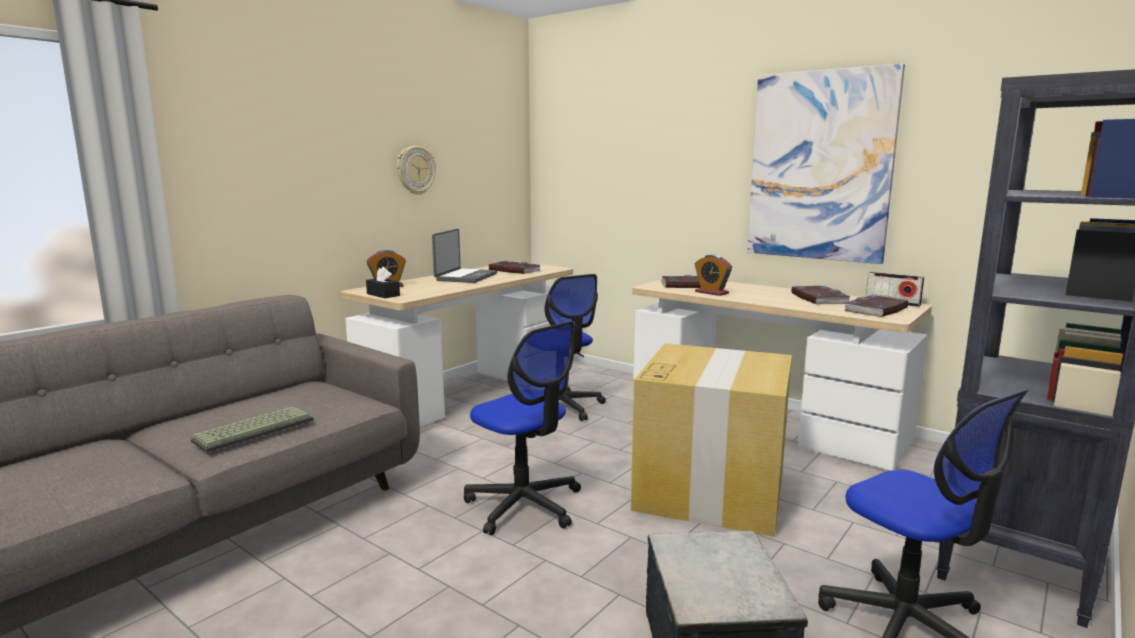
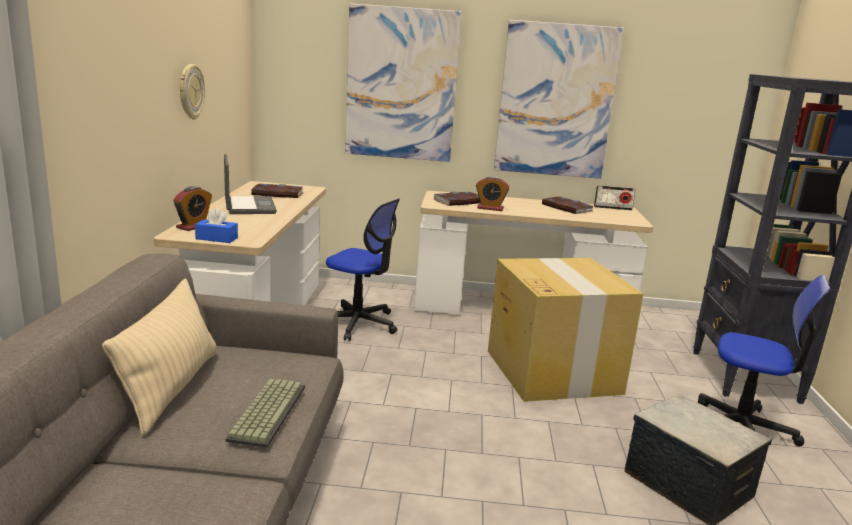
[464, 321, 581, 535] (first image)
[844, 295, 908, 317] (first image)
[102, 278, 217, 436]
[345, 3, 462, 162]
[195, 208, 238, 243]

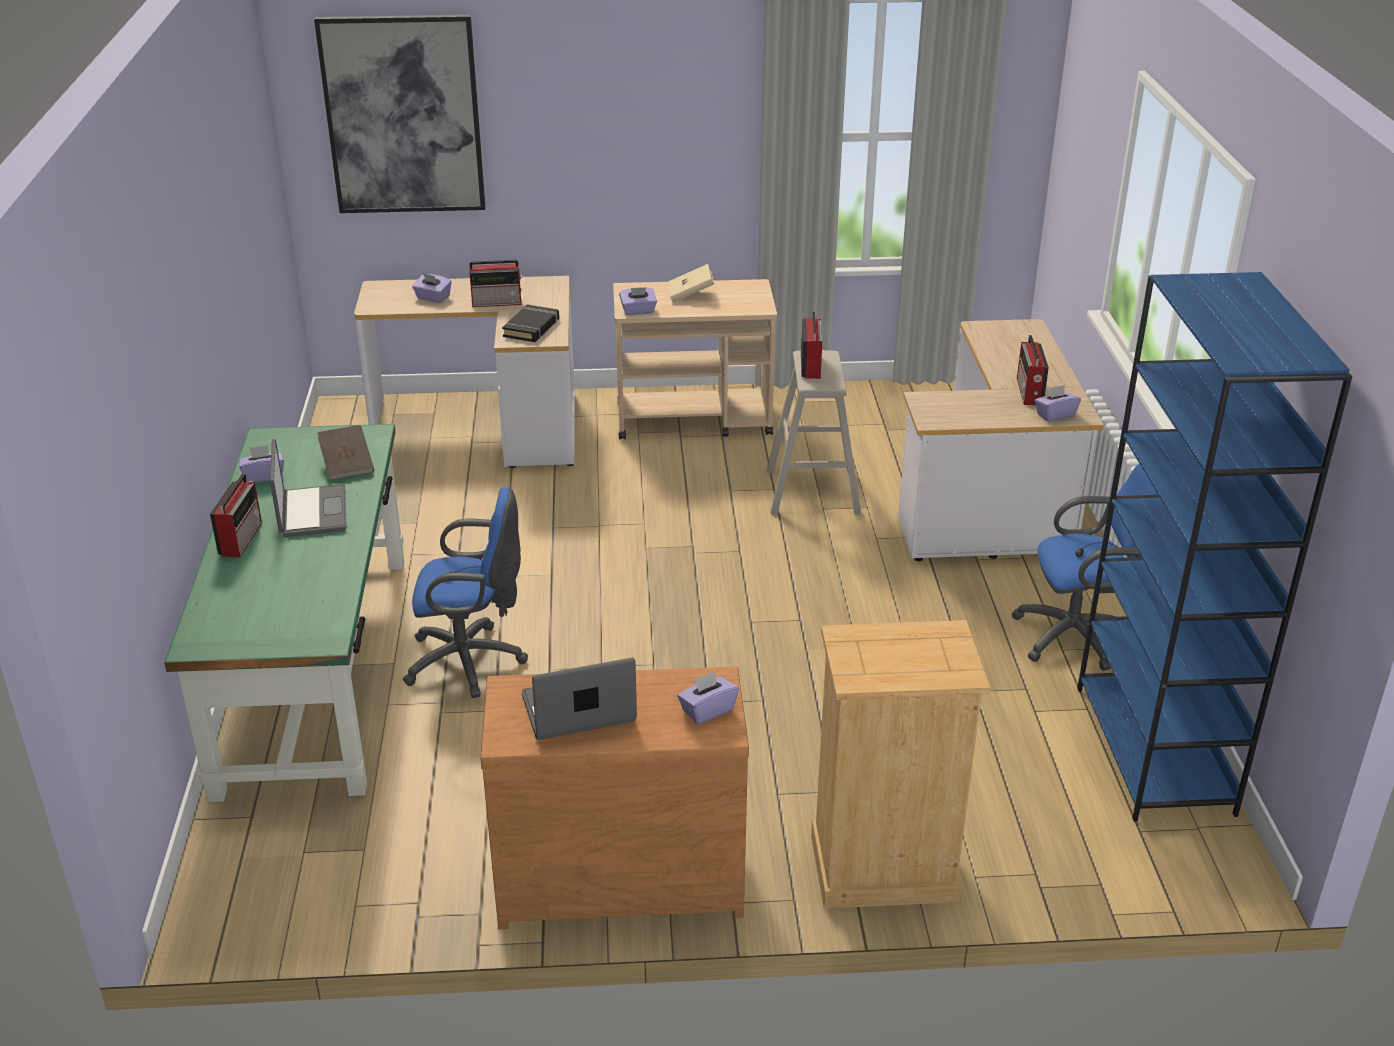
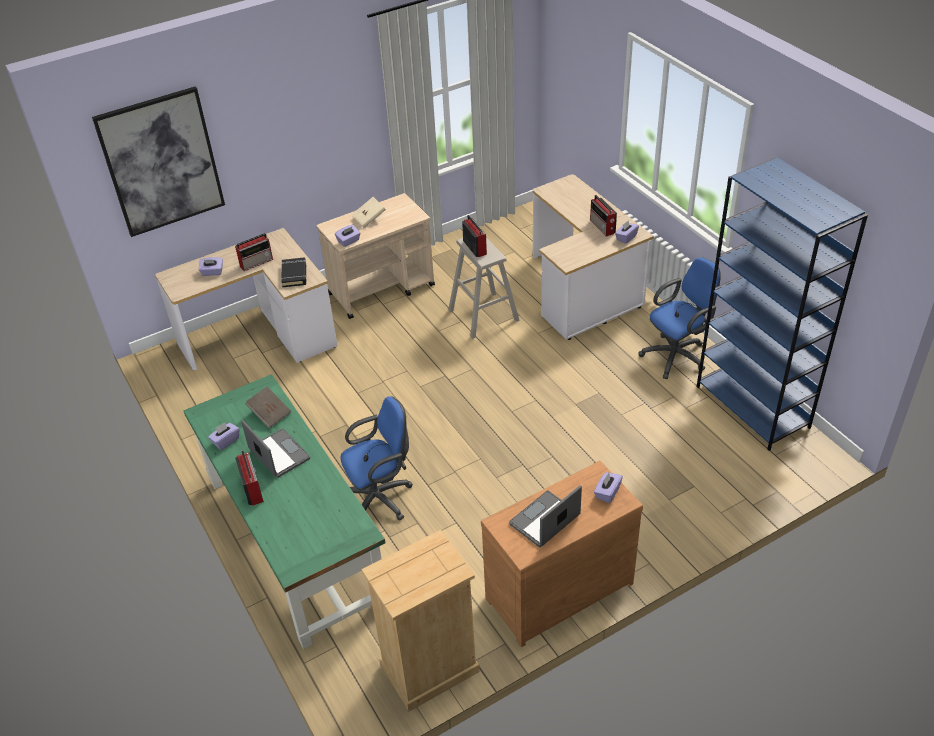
[361, 530, 480, 712]

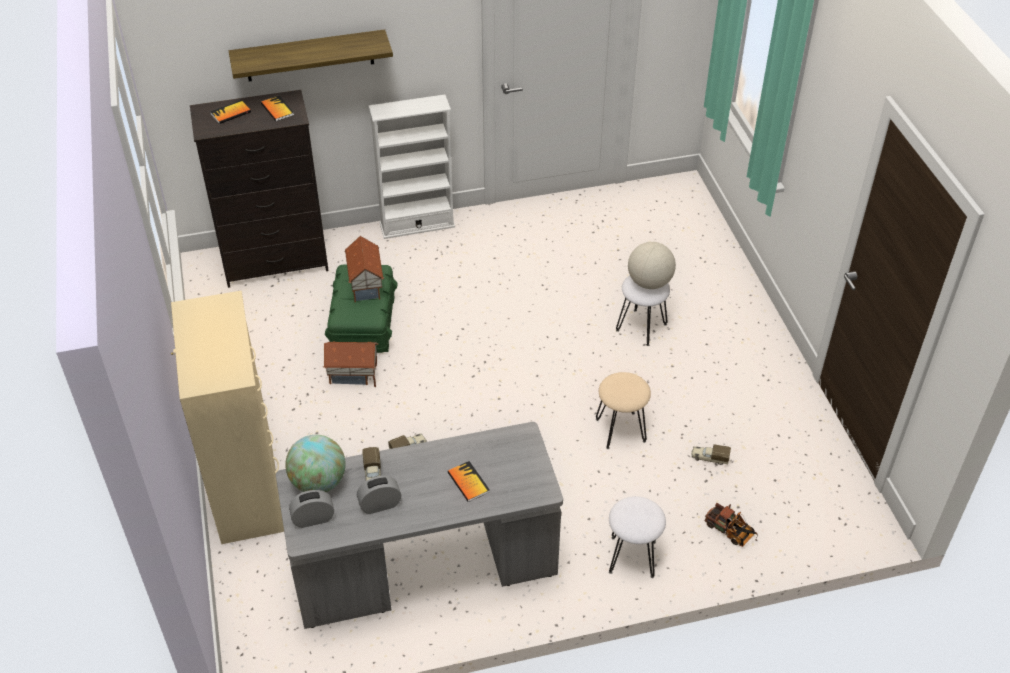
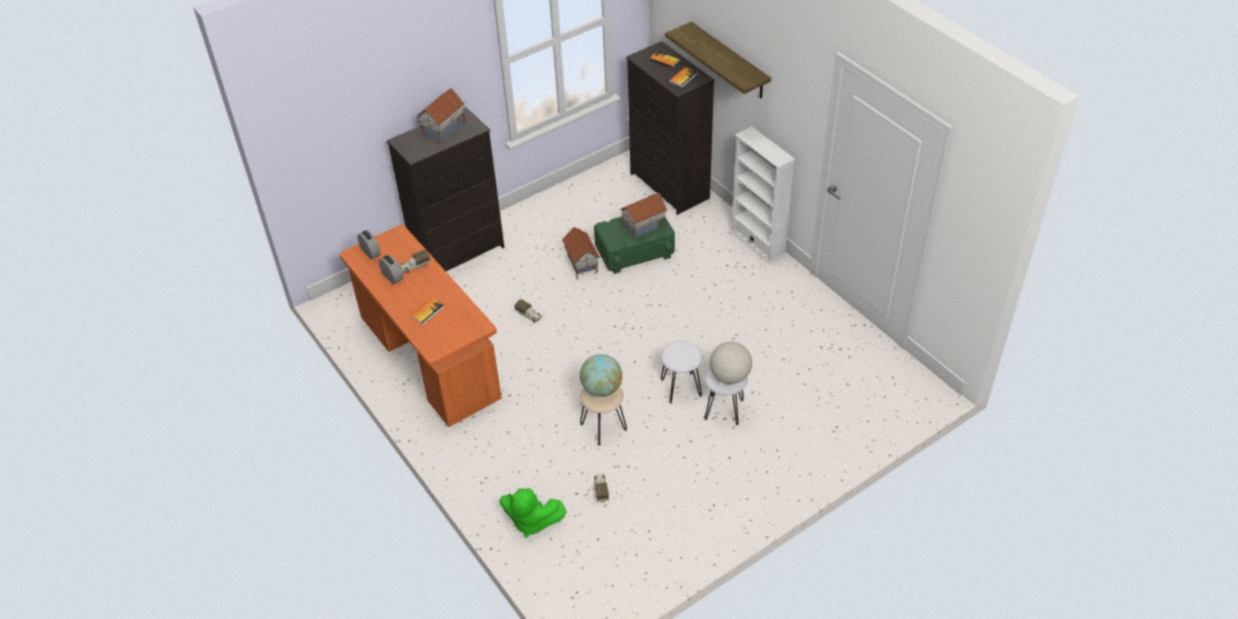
[417, 88, 466, 143]
[580, 354, 622, 397]
[661, 340, 703, 403]
[500, 488, 567, 537]
[387, 107, 504, 271]
[340, 225, 502, 427]

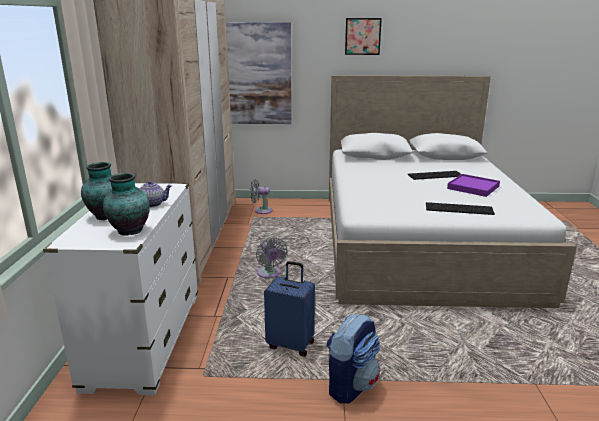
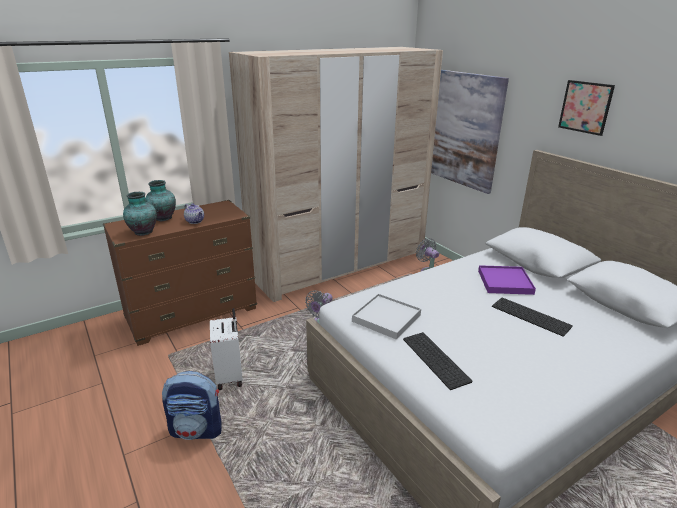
[352, 294, 421, 340]
[478, 265, 536, 295]
[103, 200, 257, 346]
[210, 308, 243, 390]

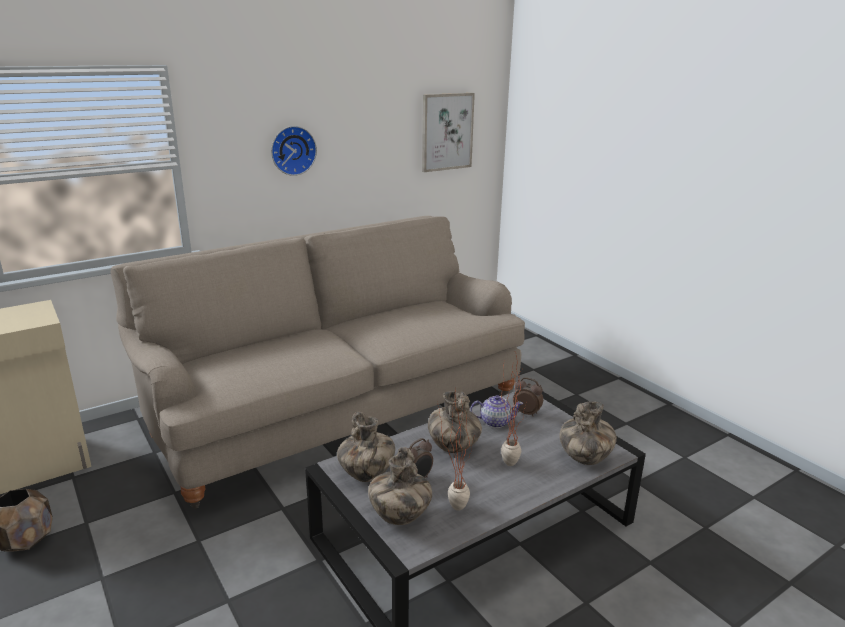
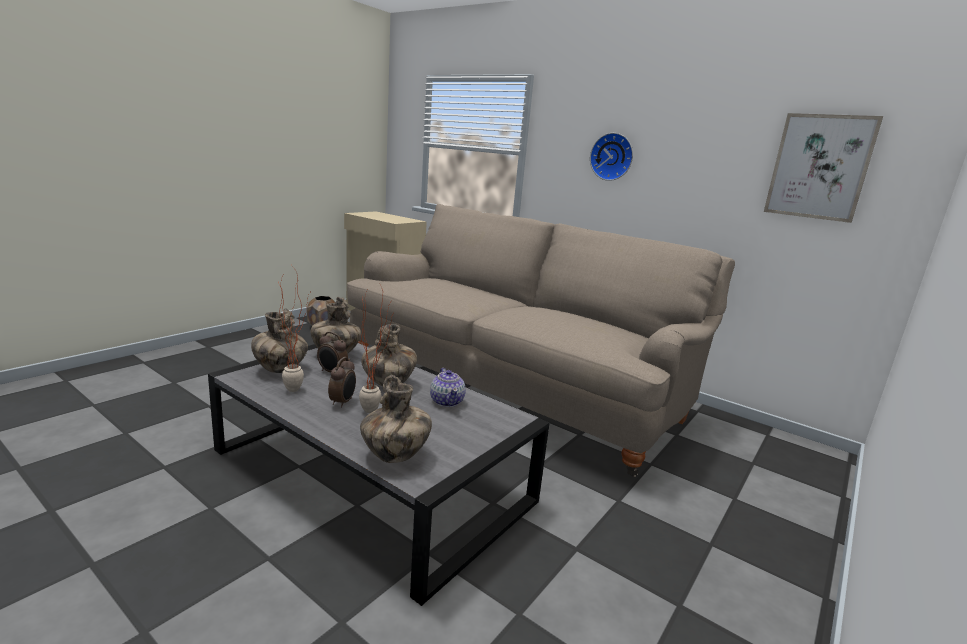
[328, 357, 356, 408]

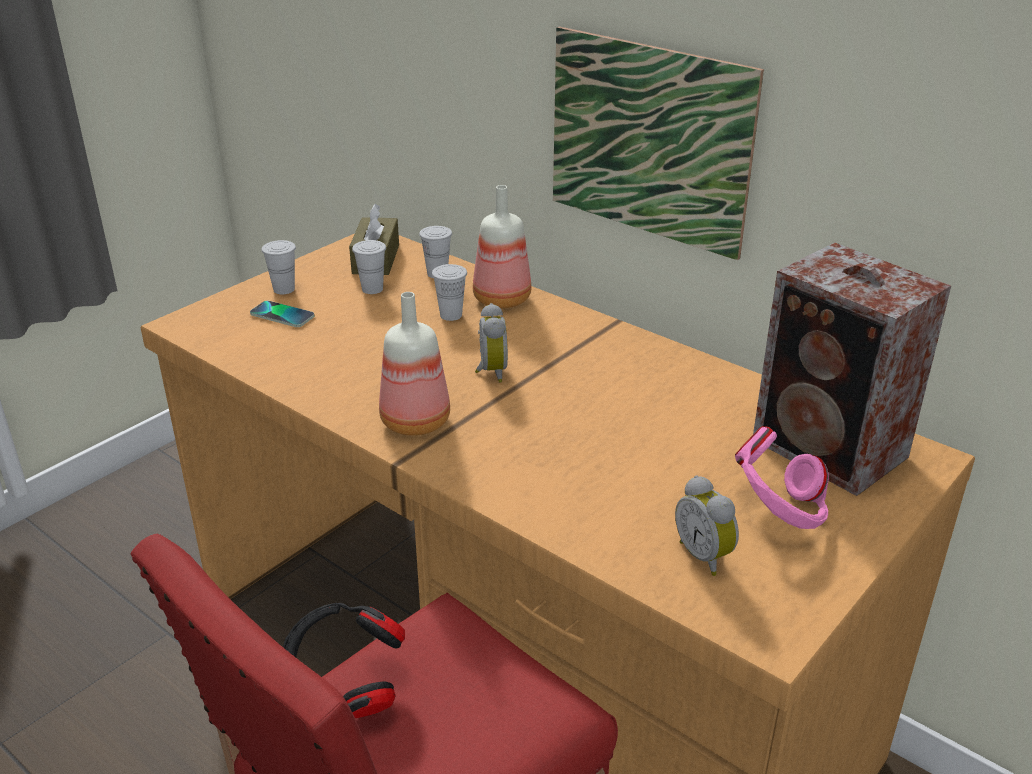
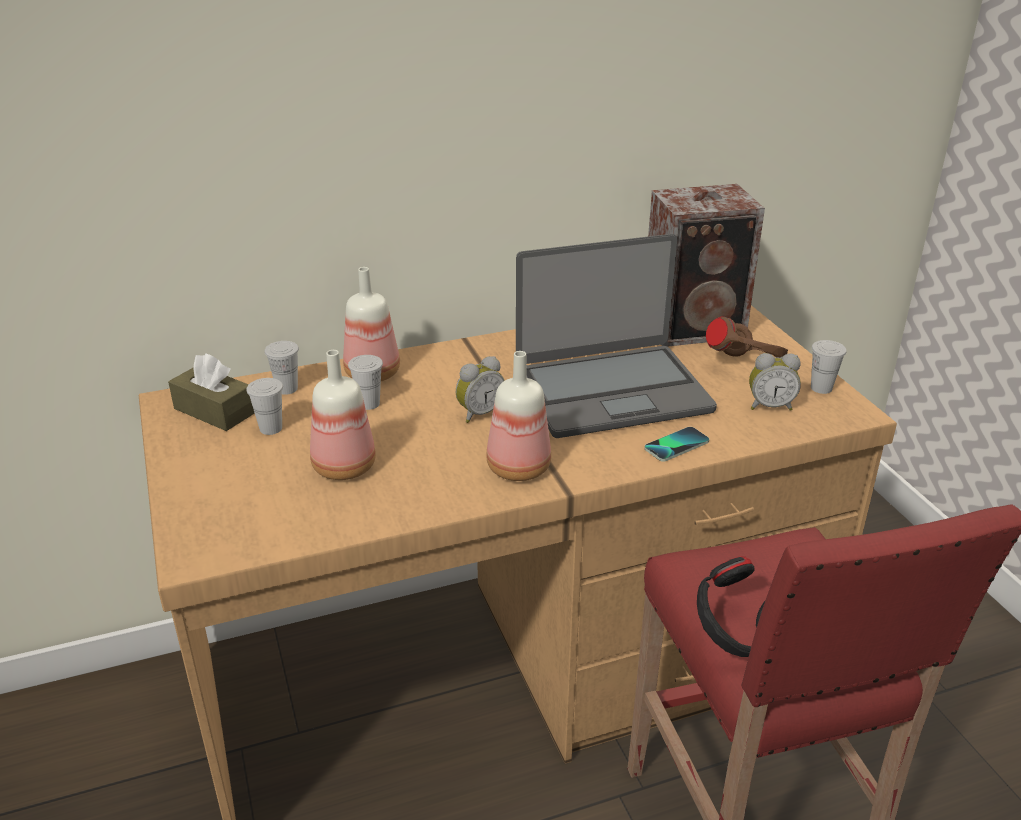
[553, 26, 764, 260] (first image)
[310, 350, 376, 480]
[516, 234, 717, 438]
[644, 427, 709, 462]
[811, 340, 847, 394]
[706, 317, 788, 358]
[456, 356, 505, 423]

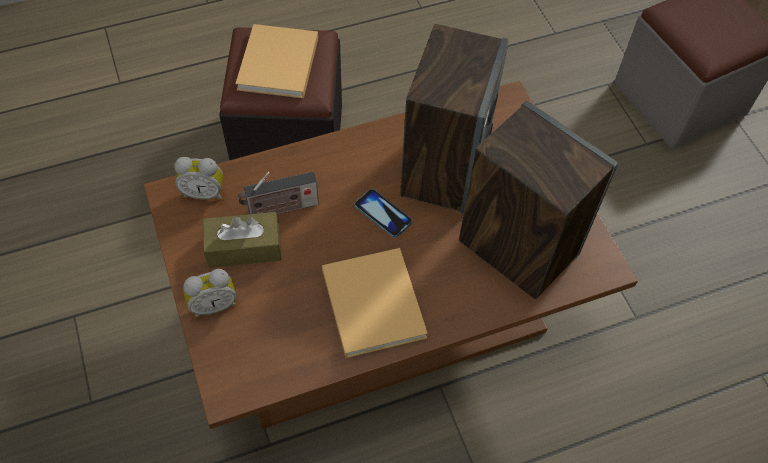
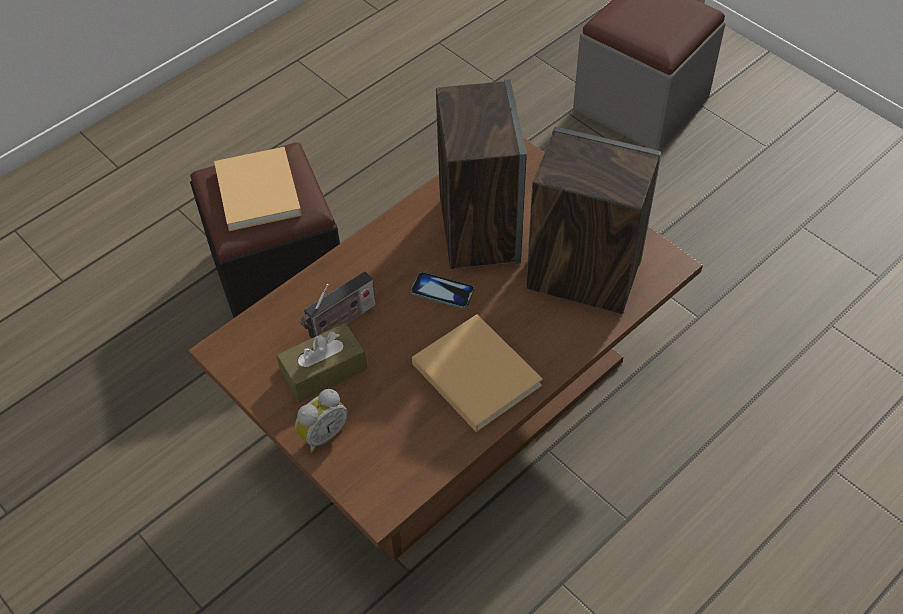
[174, 157, 223, 200] (first image)

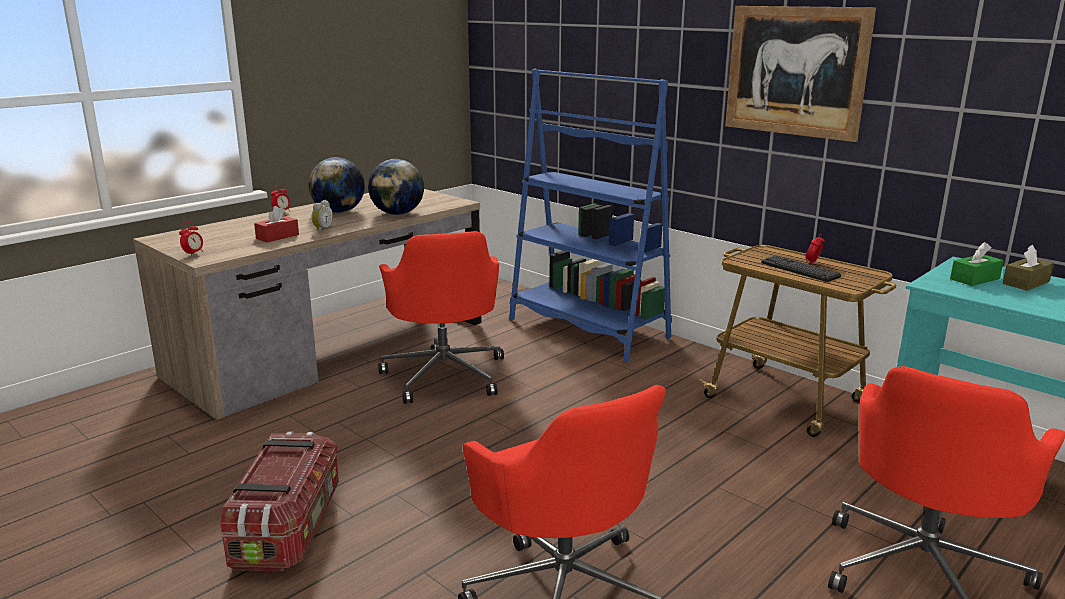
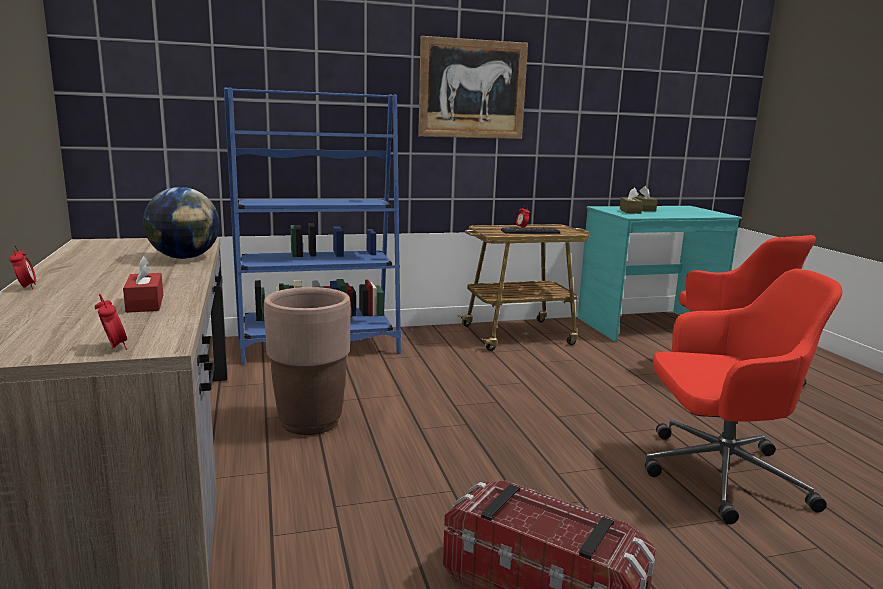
[309, 157, 365, 213] (first image)
[312, 200, 333, 233] (first image)
[264, 287, 351, 435]
[620, 188, 643, 214]

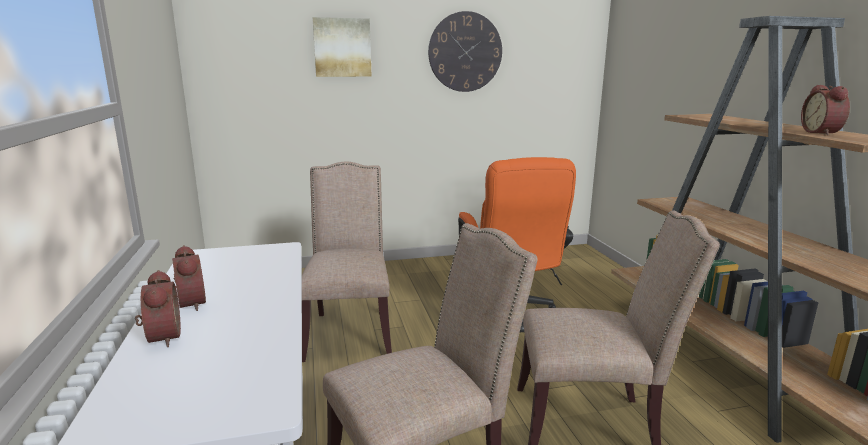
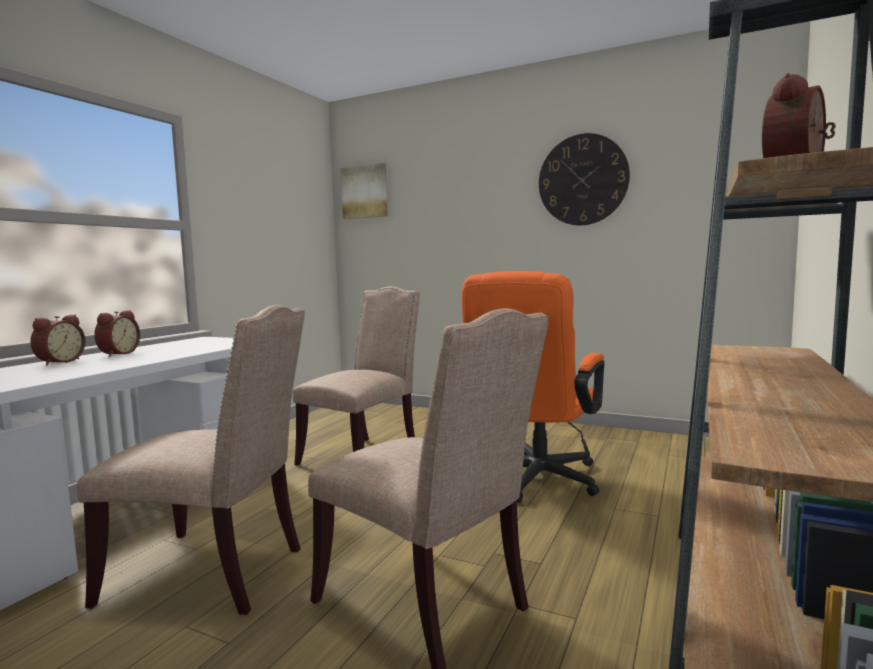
[341, 163, 388, 219]

